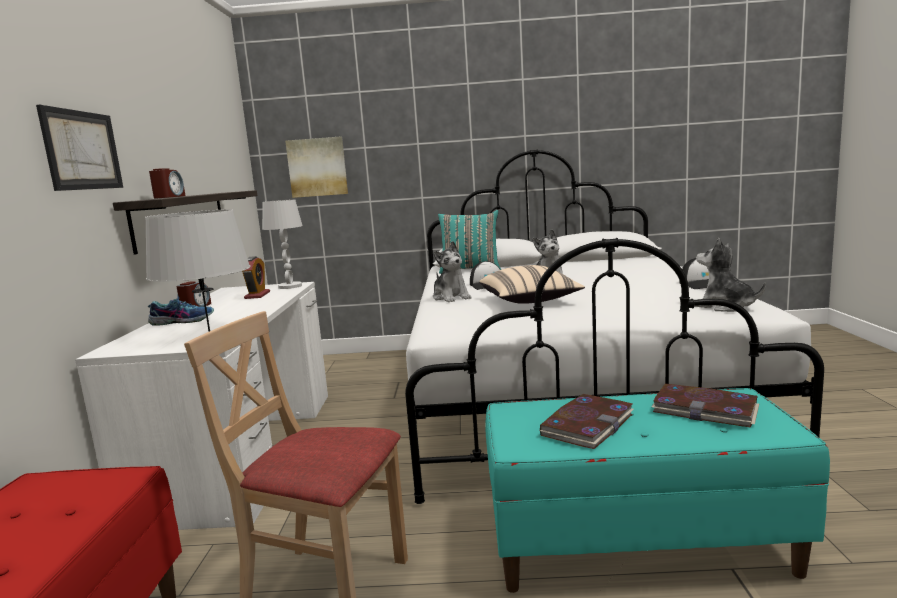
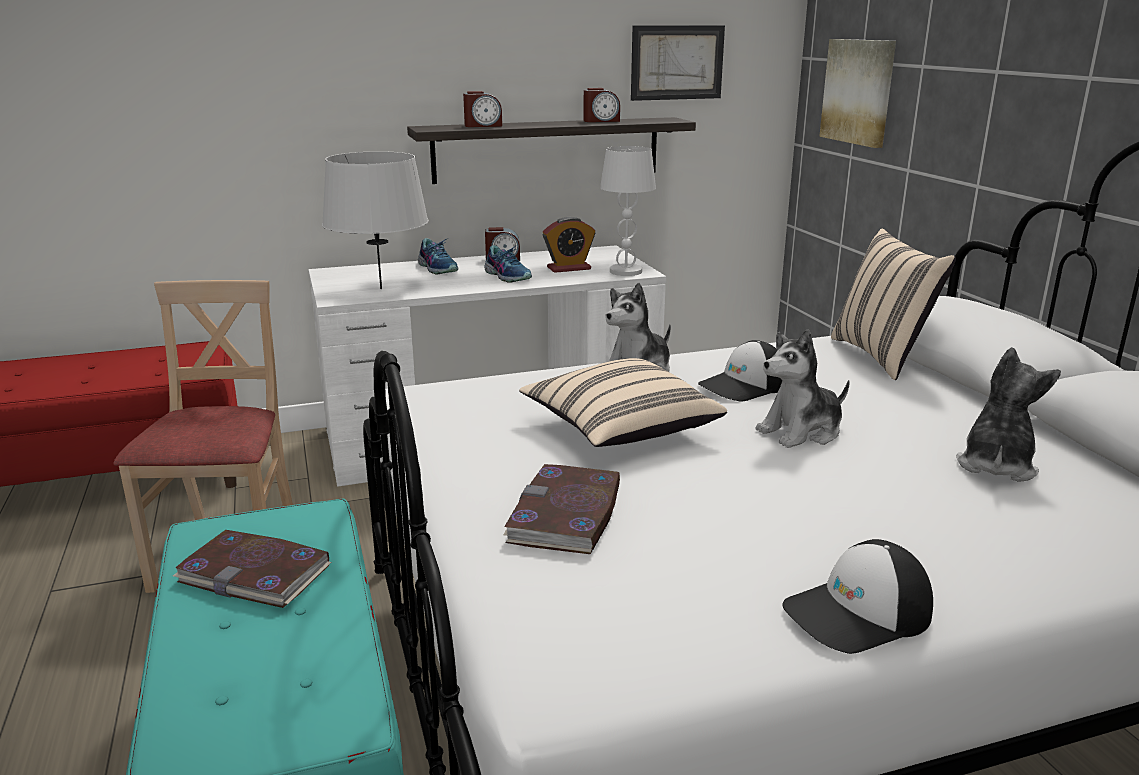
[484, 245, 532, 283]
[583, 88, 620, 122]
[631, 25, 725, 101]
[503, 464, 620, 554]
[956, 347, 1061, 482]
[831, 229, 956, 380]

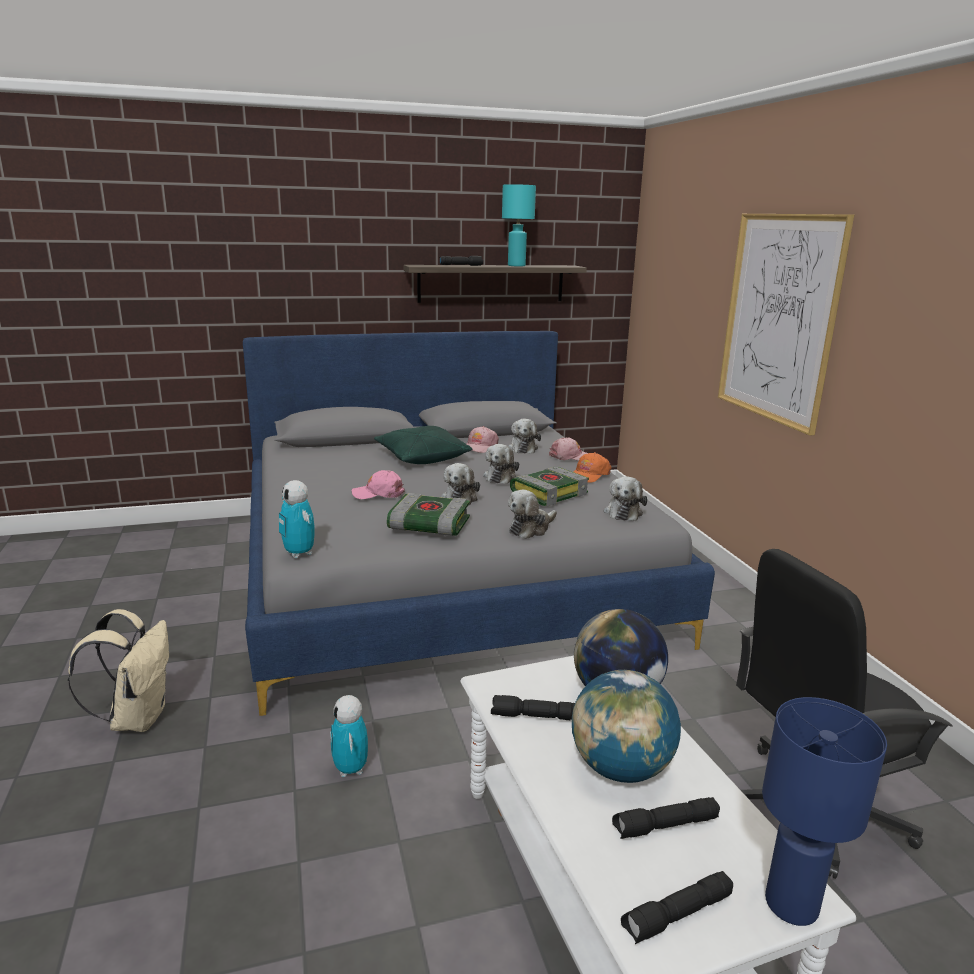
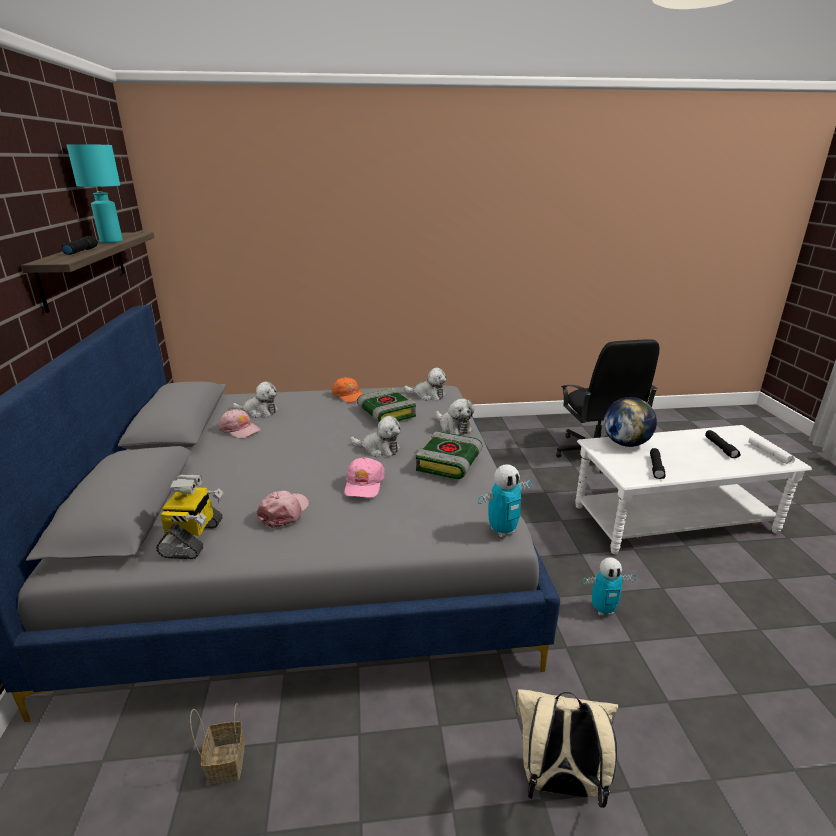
[374, 425, 472, 464] (first image)
[483, 444, 519, 484] (first image)
[572, 670, 681, 783] (first image)
[718, 214, 854, 436] (first image)
[762, 697, 887, 926] (first image)
[156, 475, 224, 559]
[190, 703, 244, 785]
[257, 491, 309, 528]
[748, 436, 795, 464]

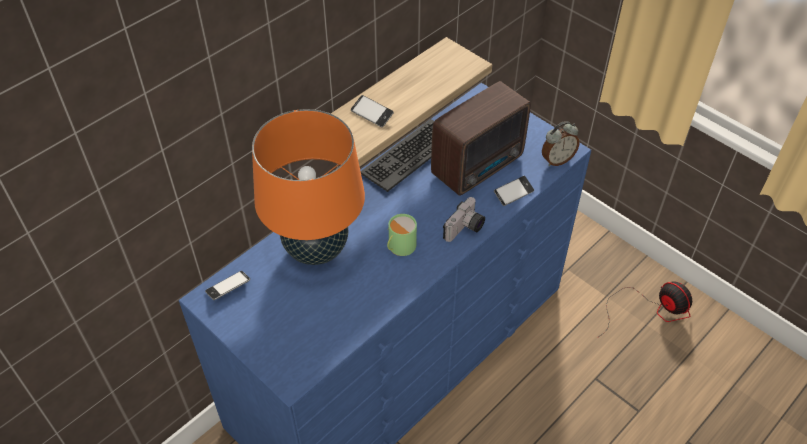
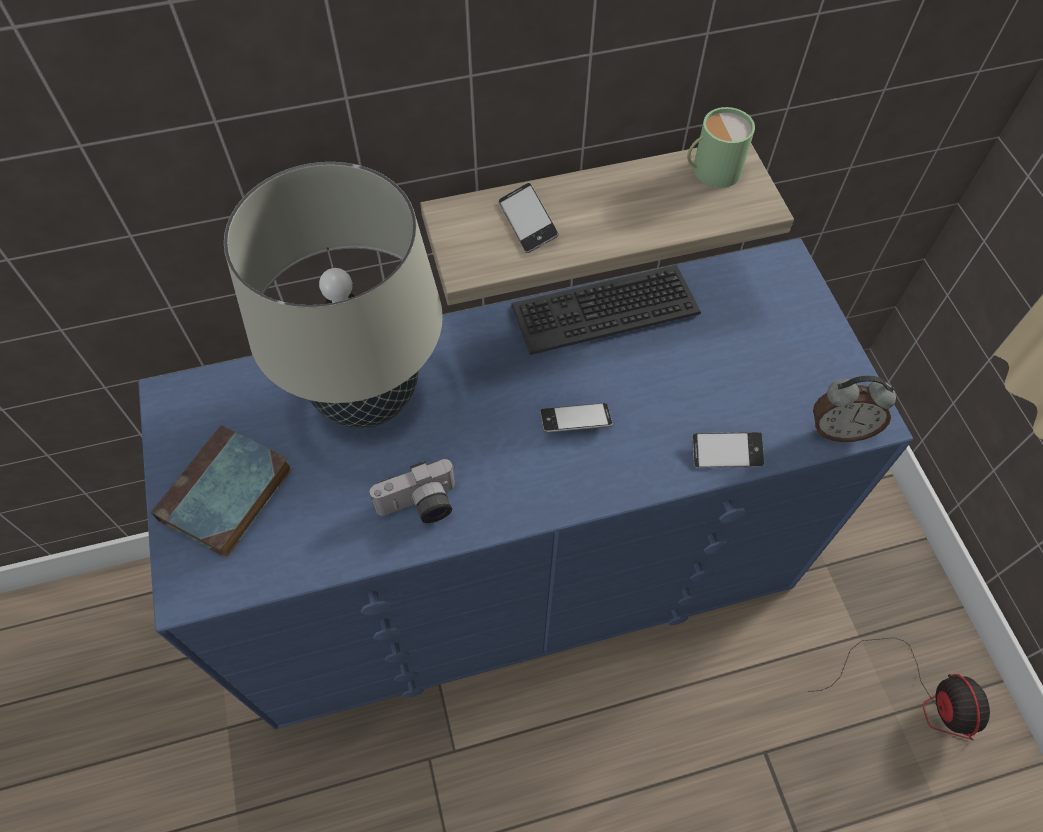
[431, 81, 531, 196] (first image)
[151, 425, 292, 559]
[540, 403, 613, 433]
[687, 107, 755, 188]
[370, 459, 455, 523]
[224, 162, 443, 428]

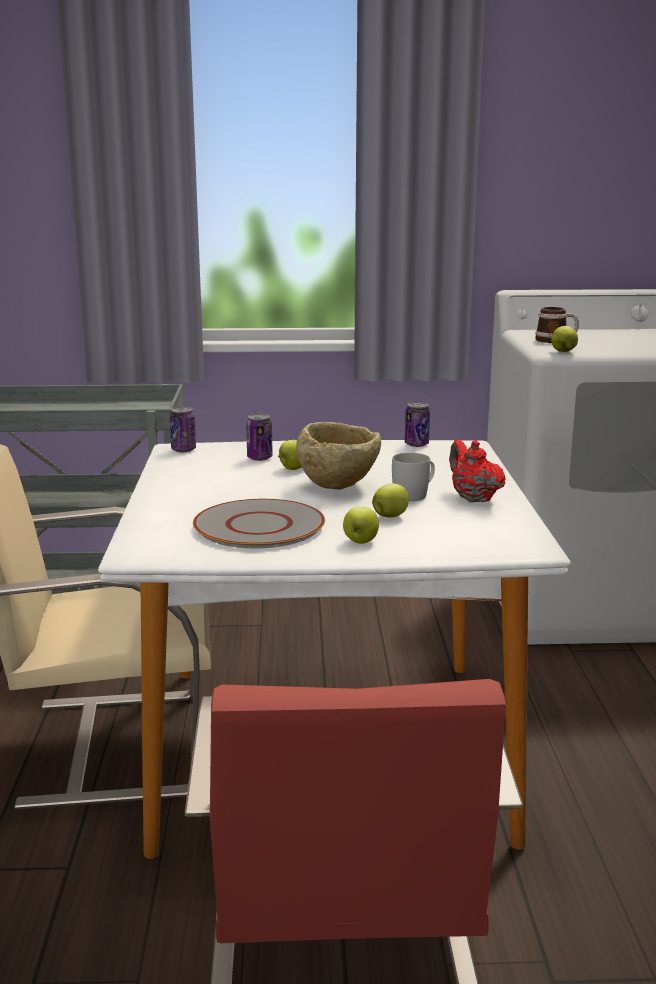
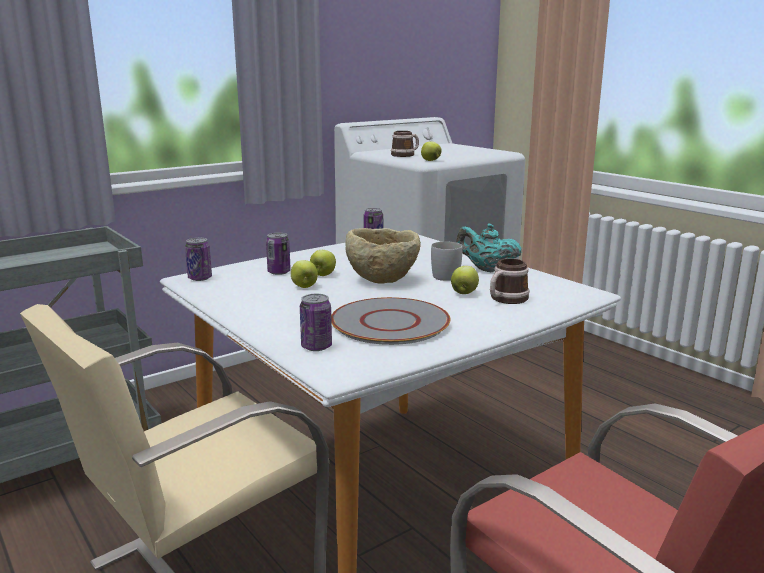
[300, 294, 332, 351]
[490, 259, 530, 304]
[291, 260, 318, 288]
[456, 223, 522, 272]

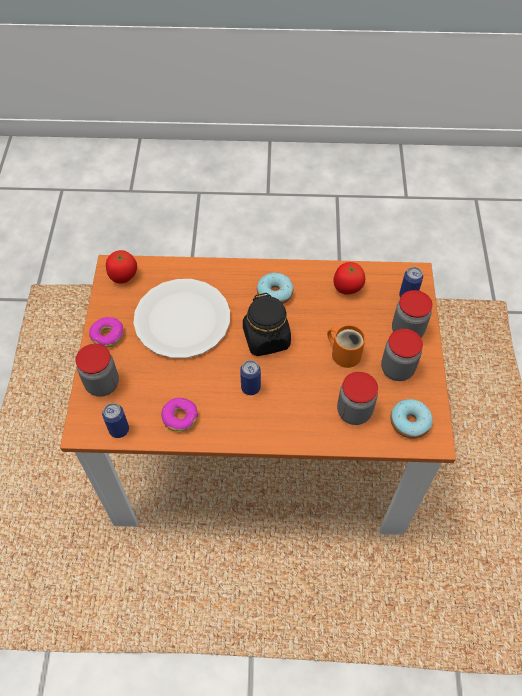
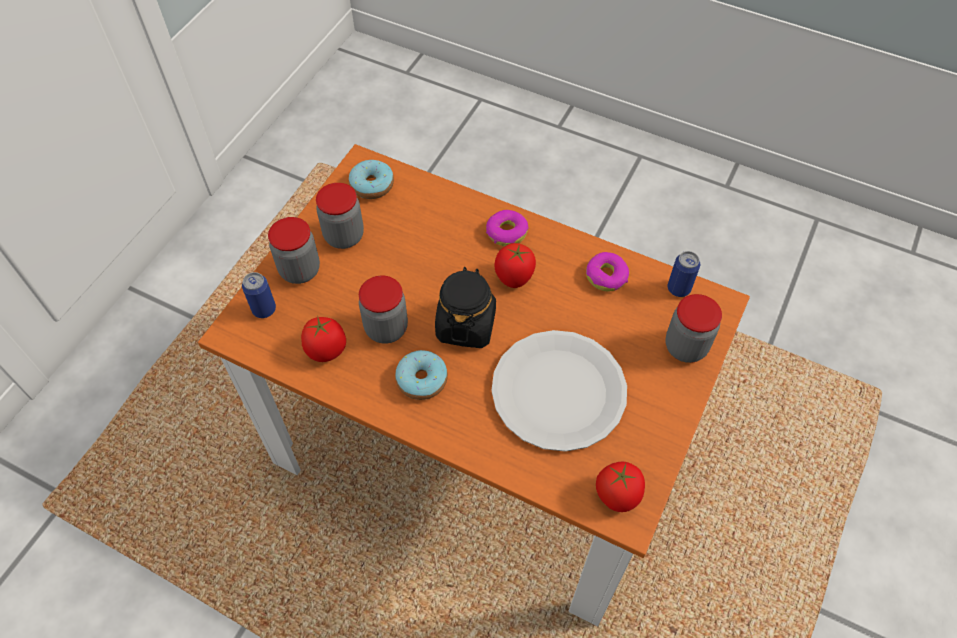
[327, 325, 365, 368] (first image)
[486, 210, 528, 246]
[359, 276, 408, 344]
[494, 243, 536, 288]

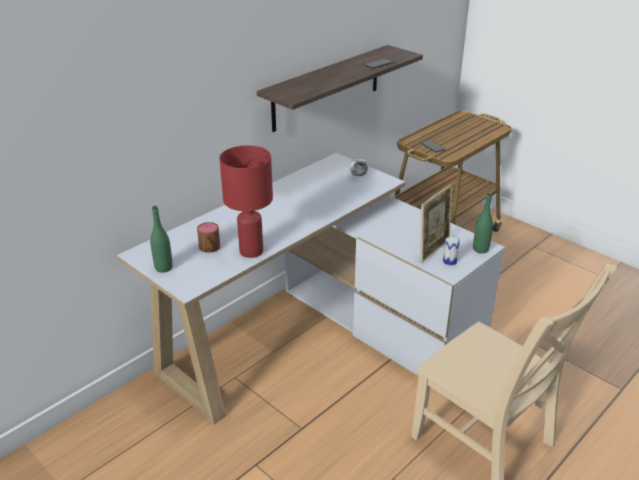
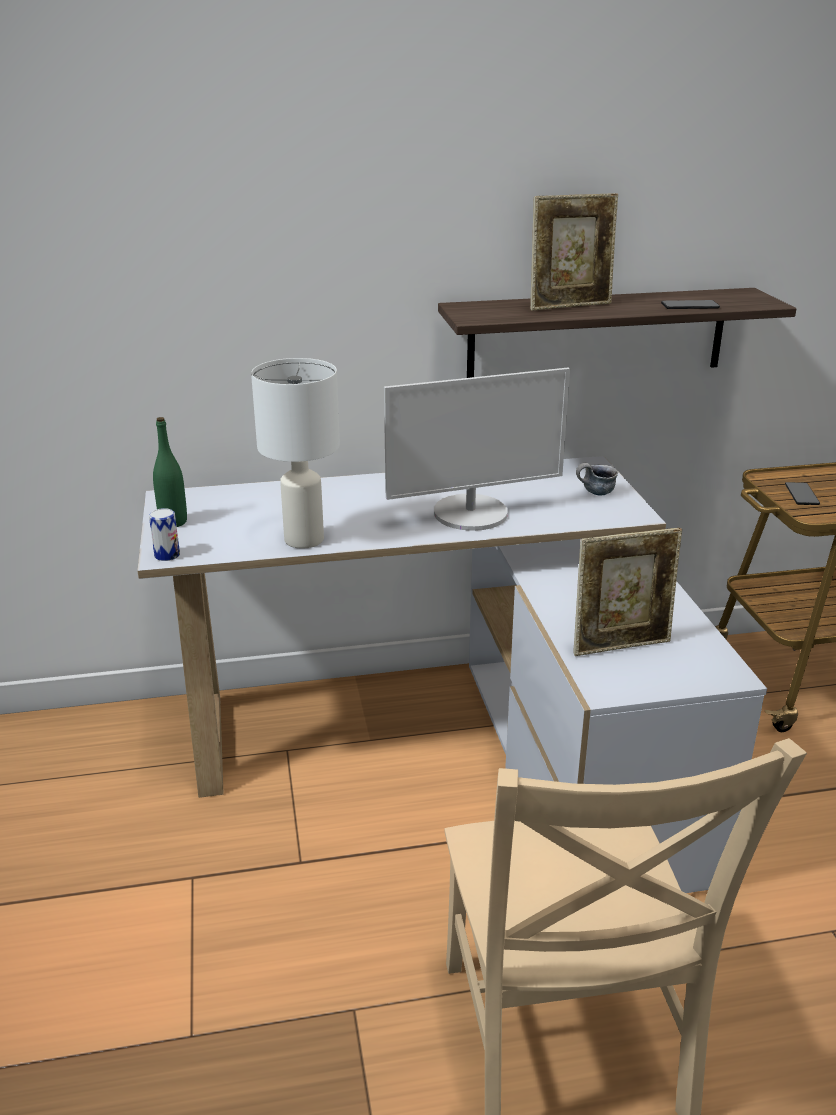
[197, 222, 220, 253] (first image)
[473, 193, 493, 253] (first image)
[384, 368, 570, 531]
[530, 193, 618, 311]
[149, 508, 180, 561]
[251, 358, 340, 549]

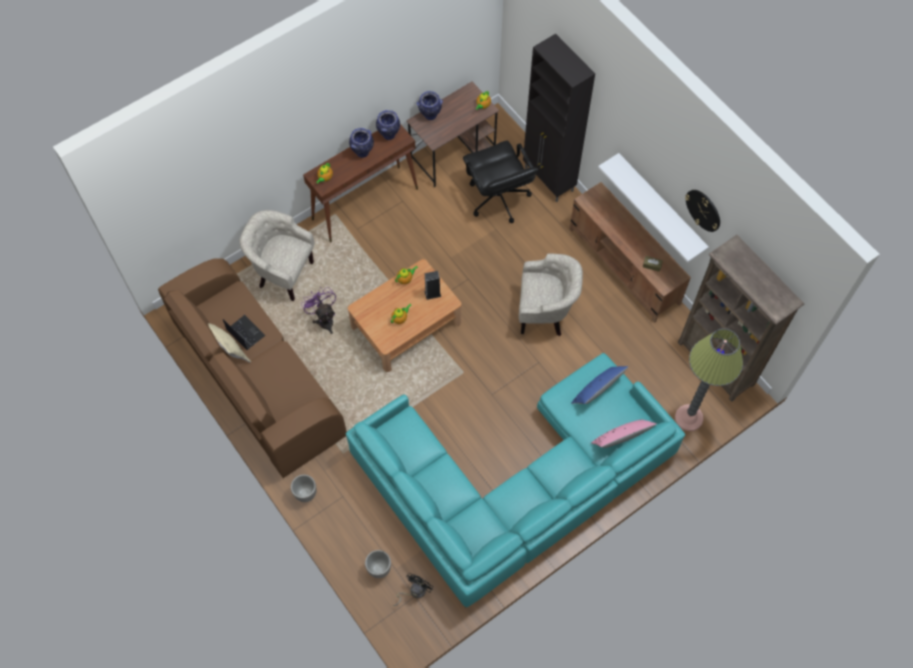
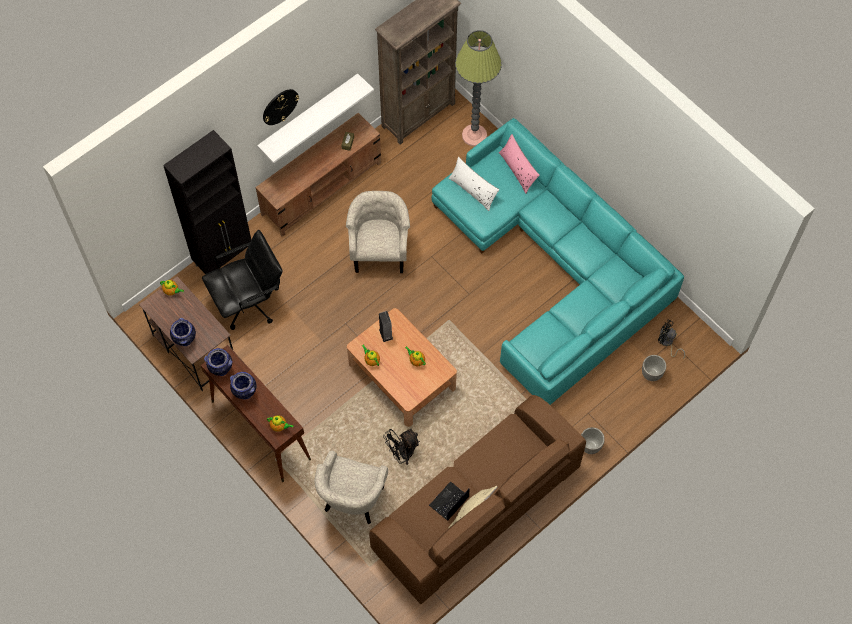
[263, 89, 299, 125]
[384, 429, 420, 465]
[449, 157, 499, 211]

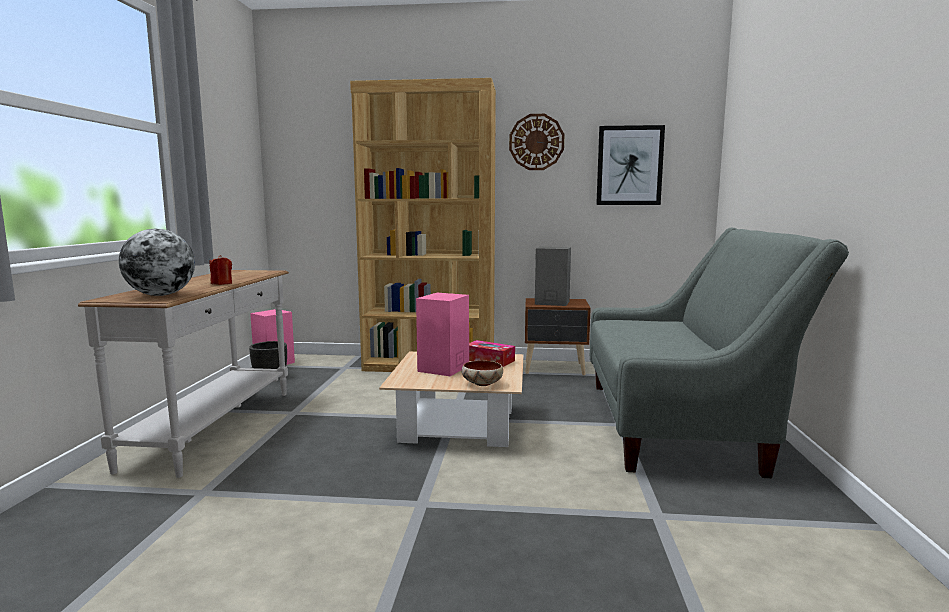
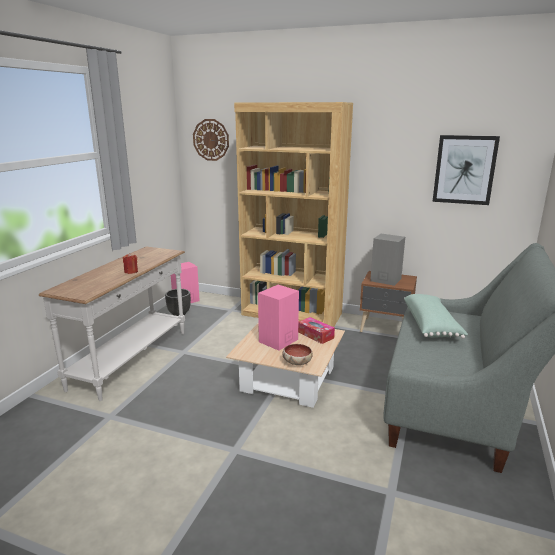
[119, 229, 195, 296] (first image)
[404, 294, 468, 339]
[193, 119, 229, 161]

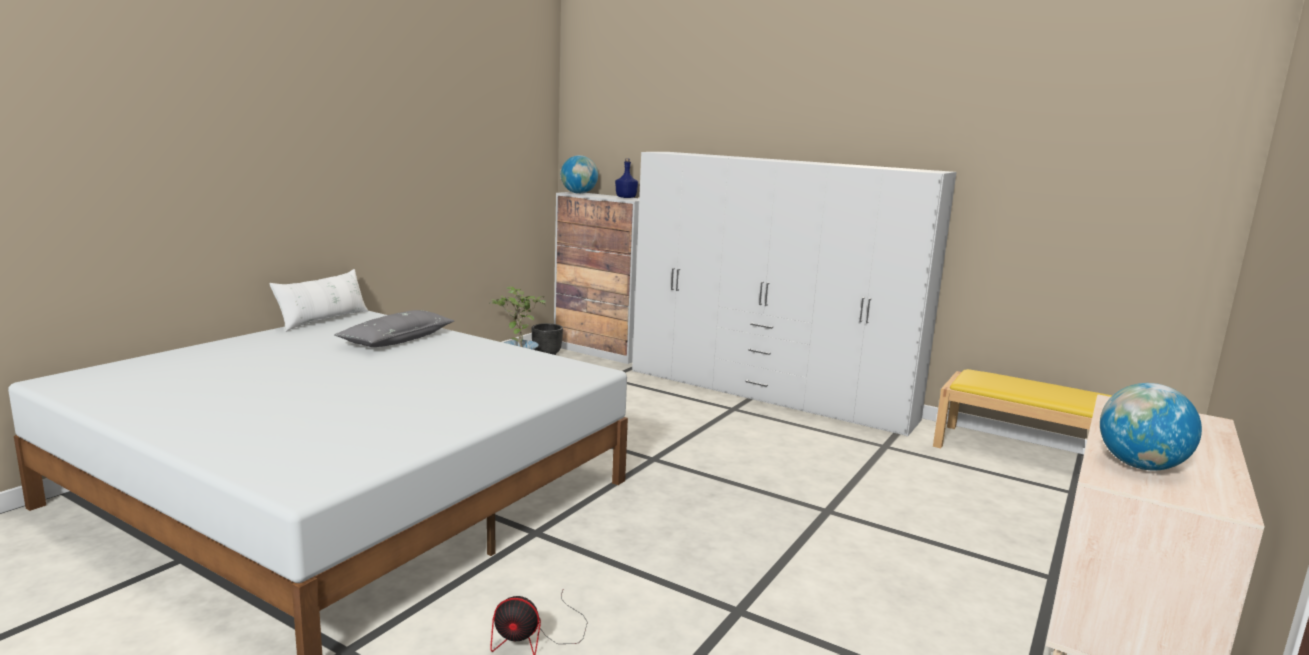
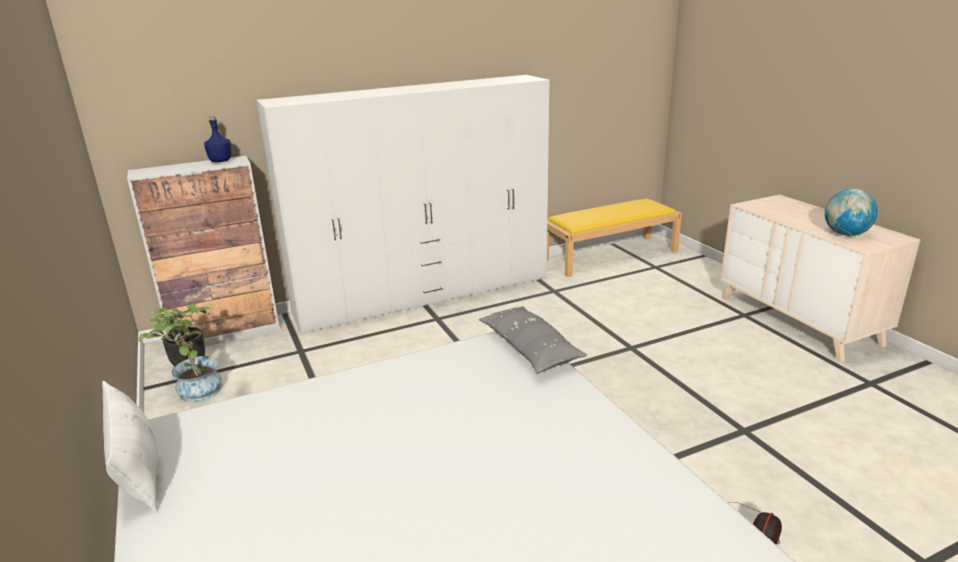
[561, 155, 598, 194] (first image)
[479, 306, 588, 373]

